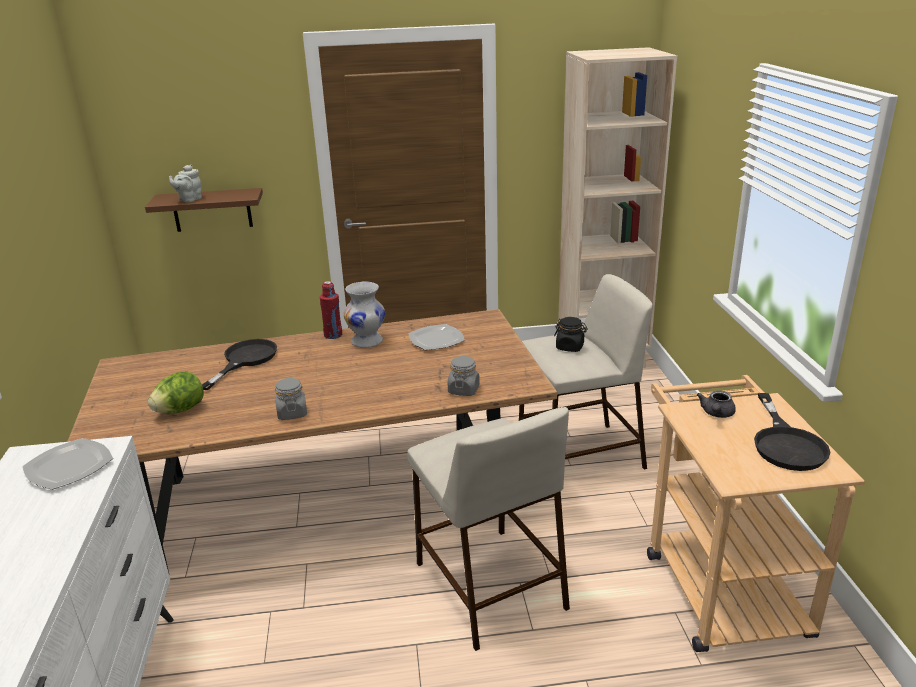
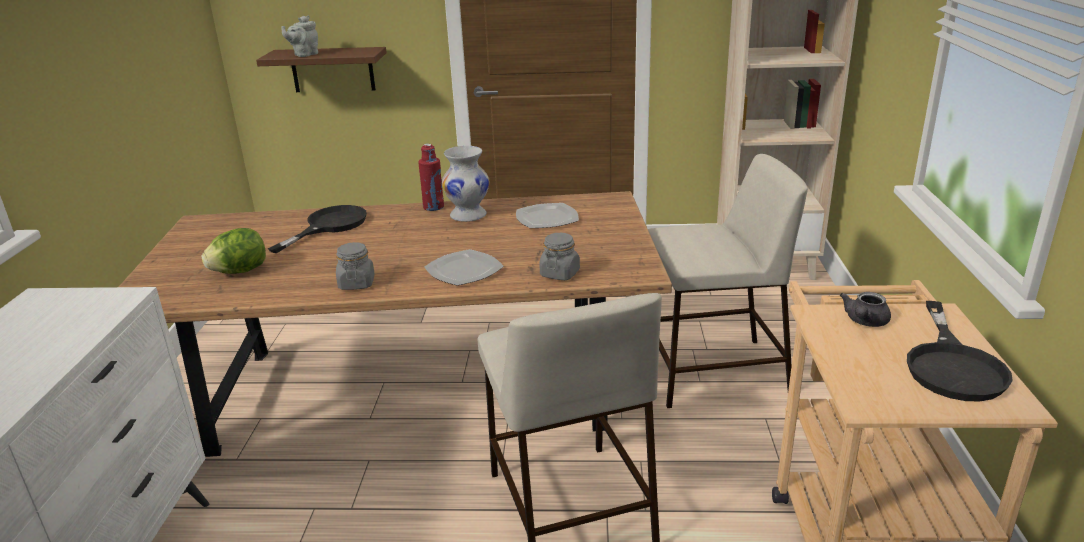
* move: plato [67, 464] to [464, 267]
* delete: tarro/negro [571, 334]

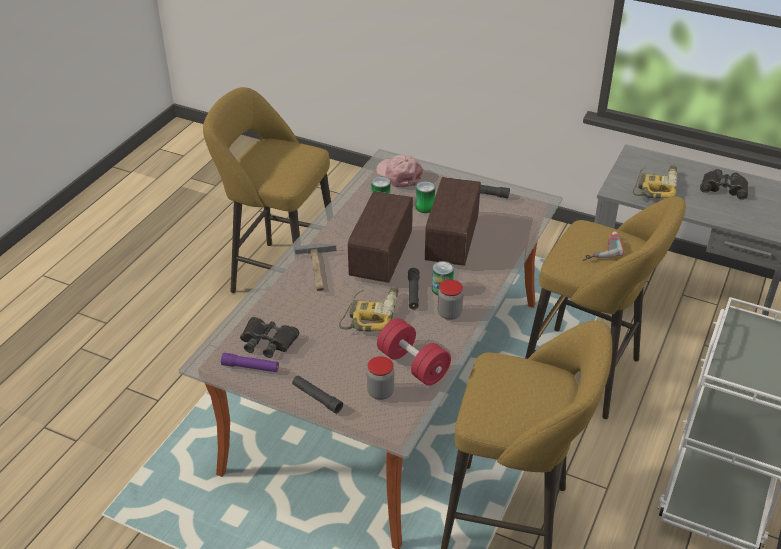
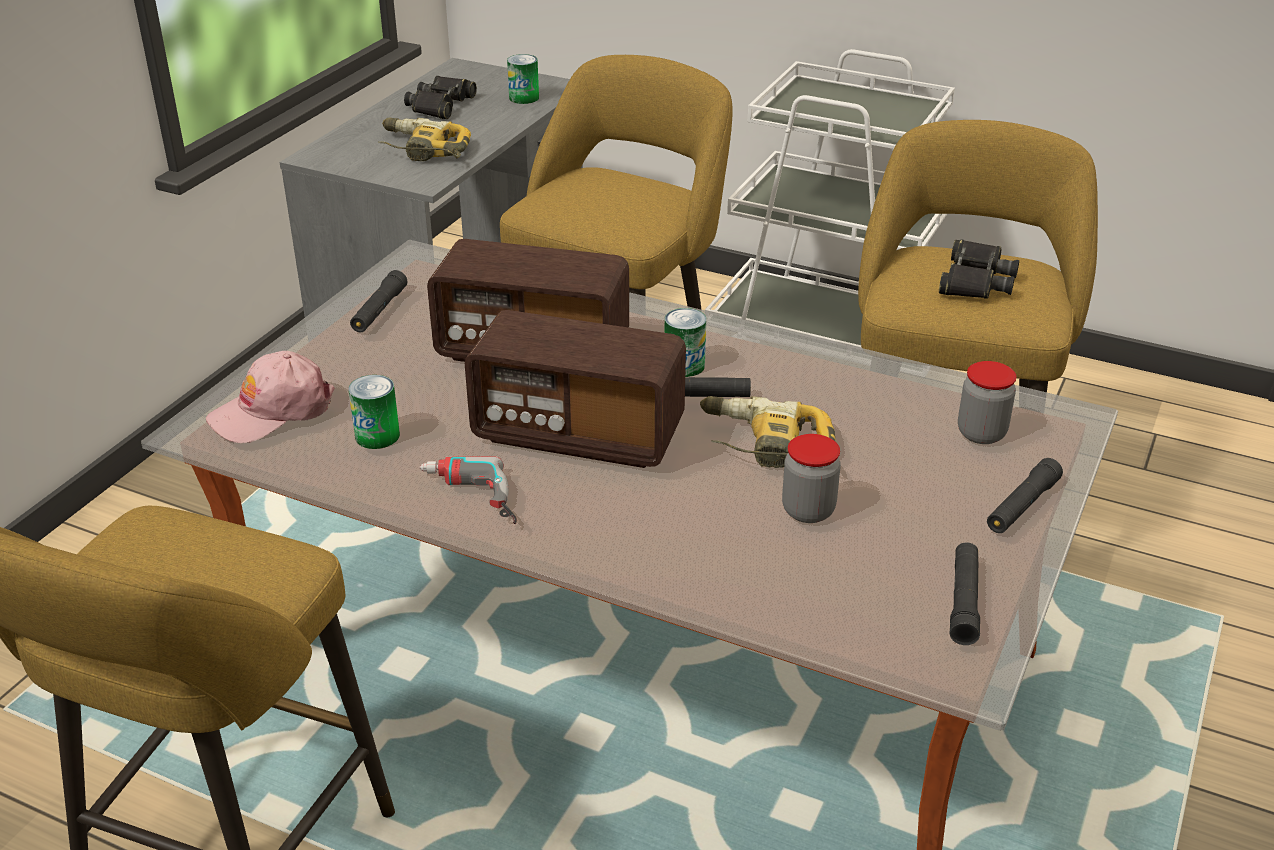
* recolor: linterna/morado [250, 362] to linterna/negro [965, 593]
* move: prismáticos/negro [269, 337] to [979, 269]
* delete: martillo [315, 267]
* delete: mancuerna/rojo [414, 352]
* move: lata [425, 197] to [523, 79]
* move: tarro [450, 300] to [811, 478]
* move: taladro [603, 245] to [468, 490]

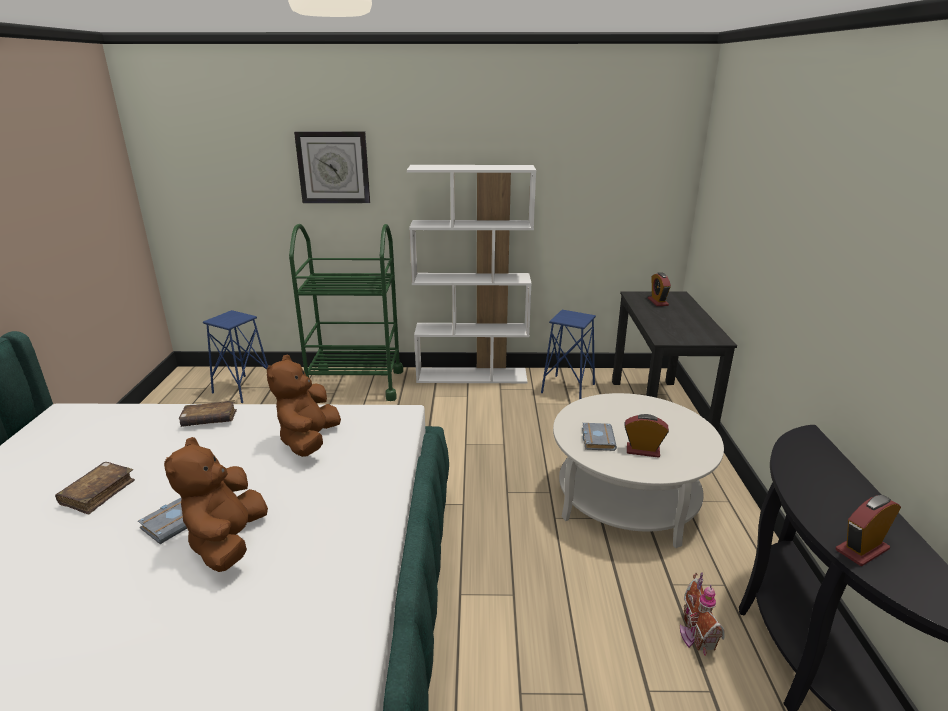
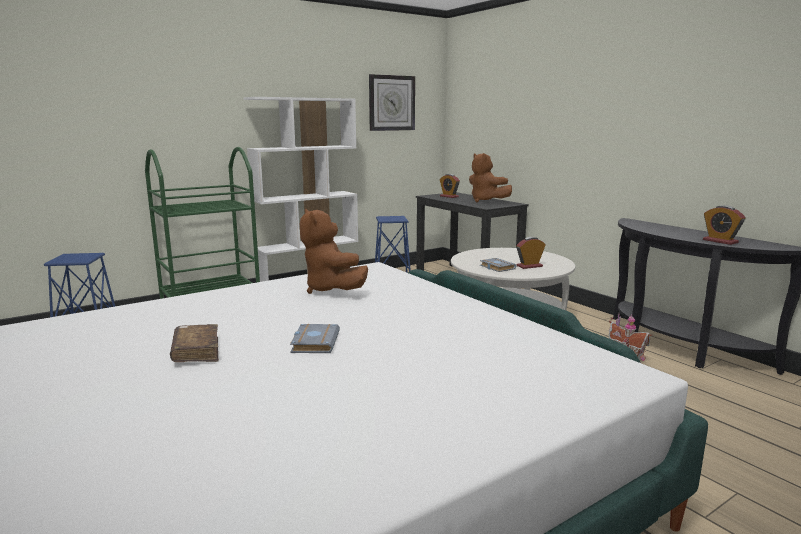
* move: peluche/marrón [216, 504] to [490, 178]
* delete: libro/marrón [208, 413]
* move: reloj de pared [332, 167] to [392, 102]
* rotate: despertador [868, 530] = [724, 225] 60 degrees counterclockwise

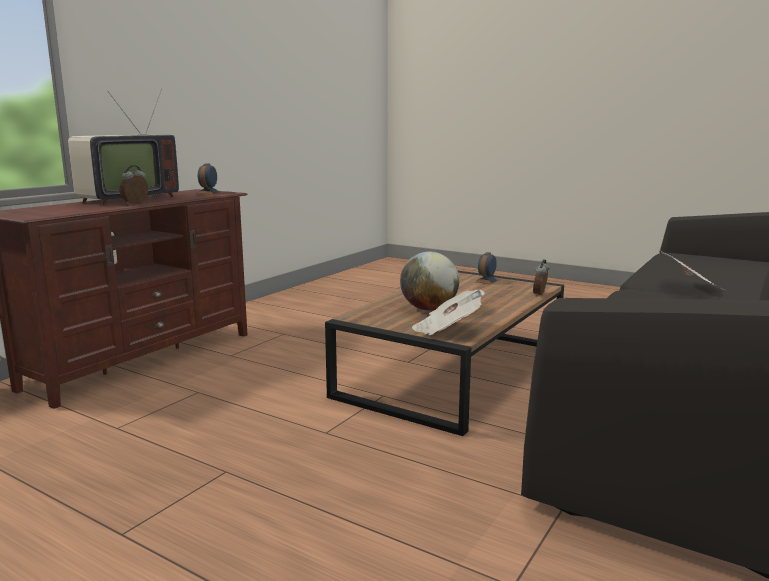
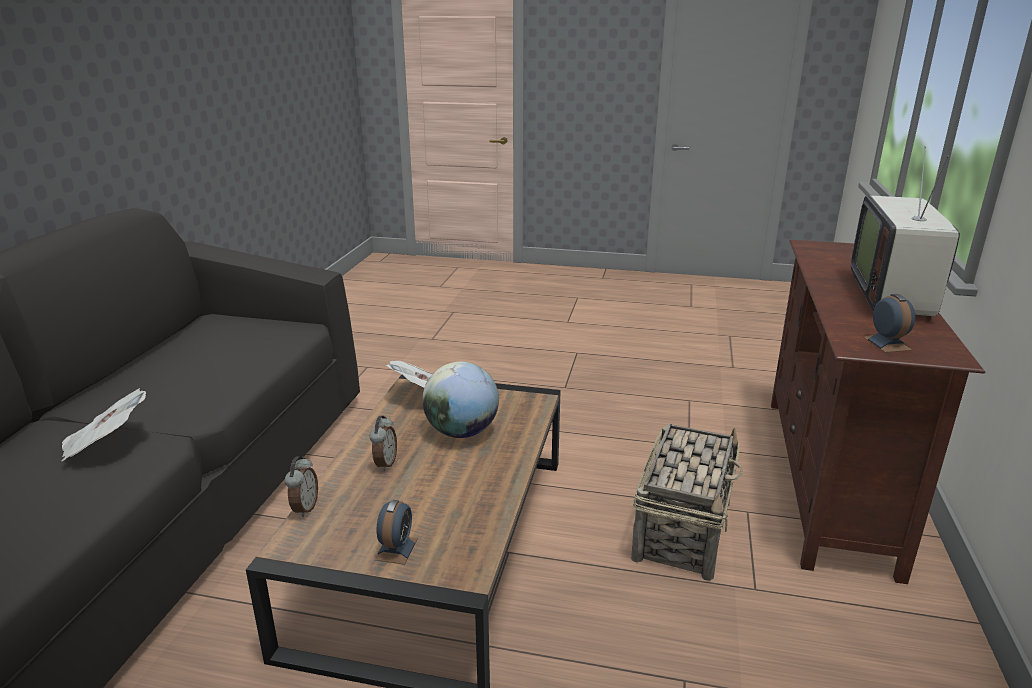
* move: despertador [133, 185] to [383, 443]
* insert: cesta [687, 502]

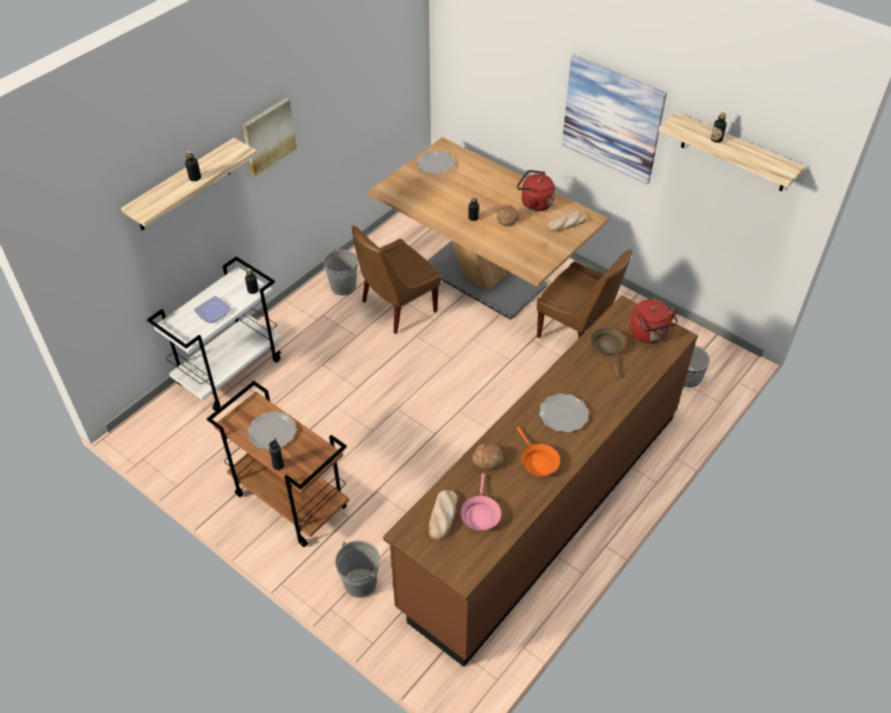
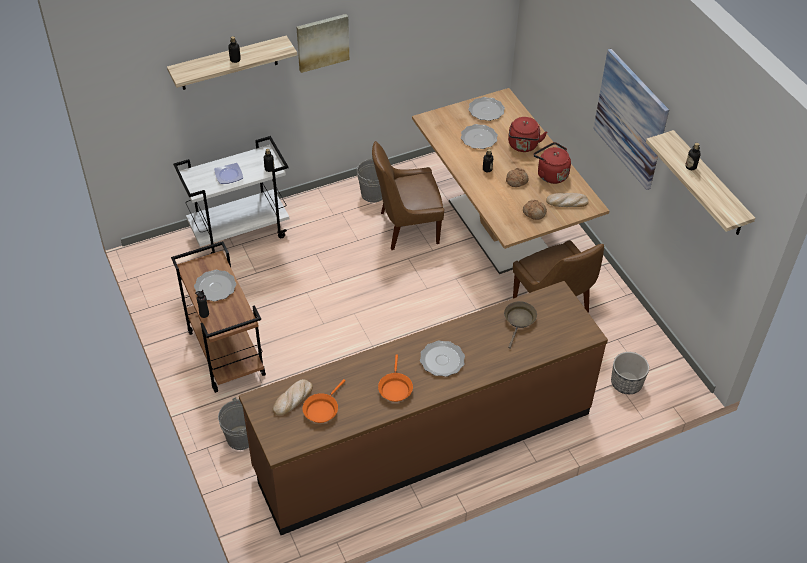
* recolor: sartén/rosa [481, 502] to sartén/naranja [324, 401]
* move: pan [487, 457] to [535, 210]
* move: hervidor/rojo [654, 321] to [527, 134]
* insert: plato [479, 136]

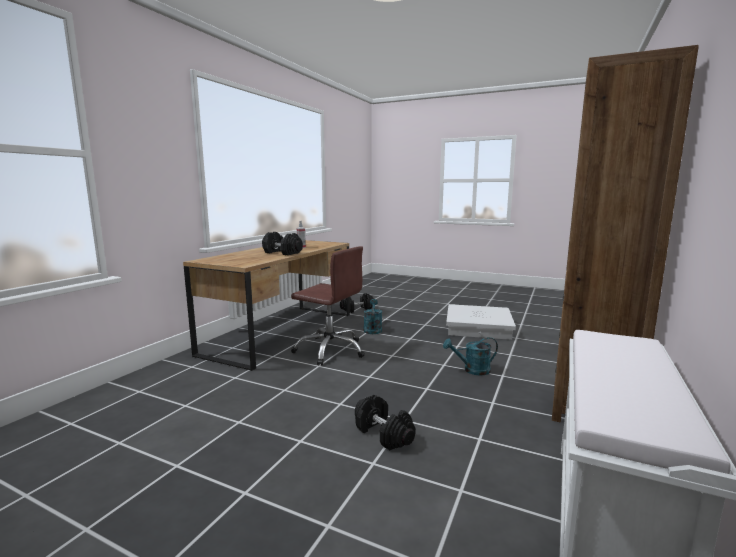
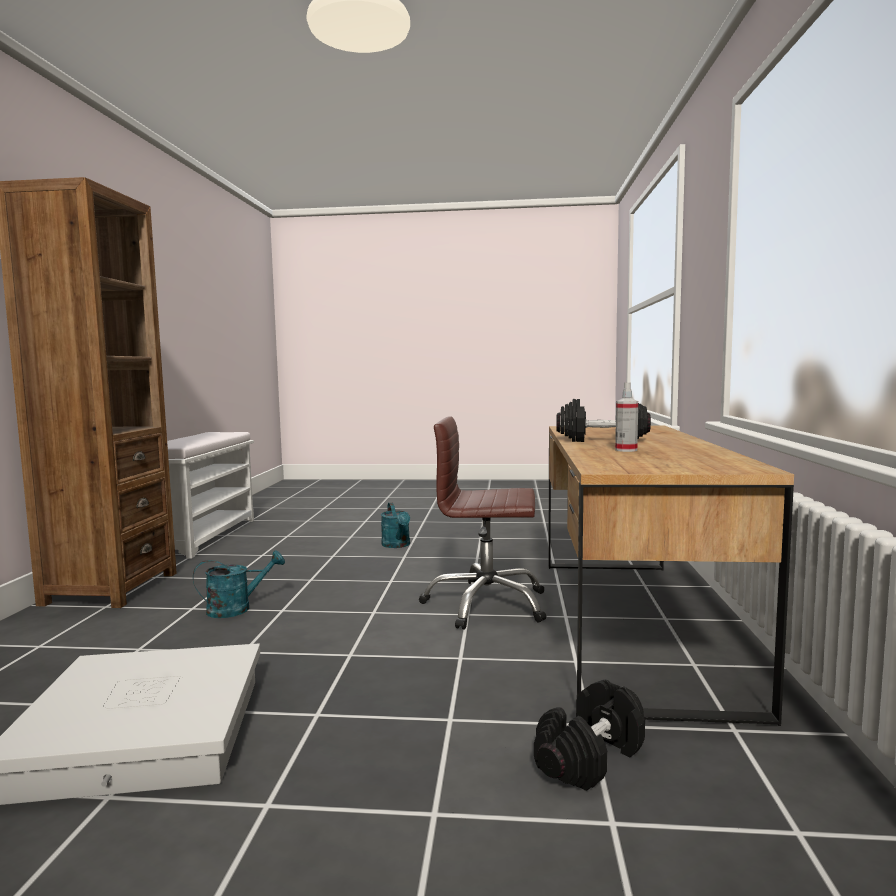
* delete: mancuerna/negro [385, 422]
* move: regadera/turquesa [372, 316] to [395, 525]

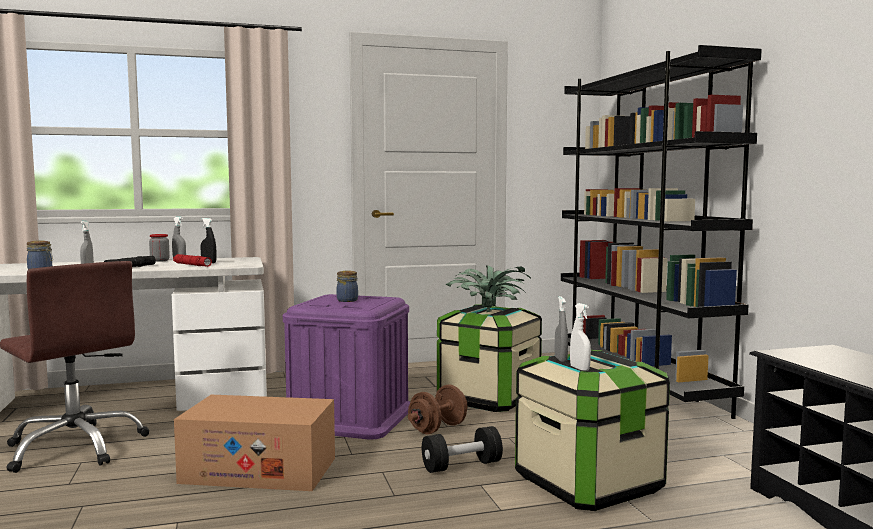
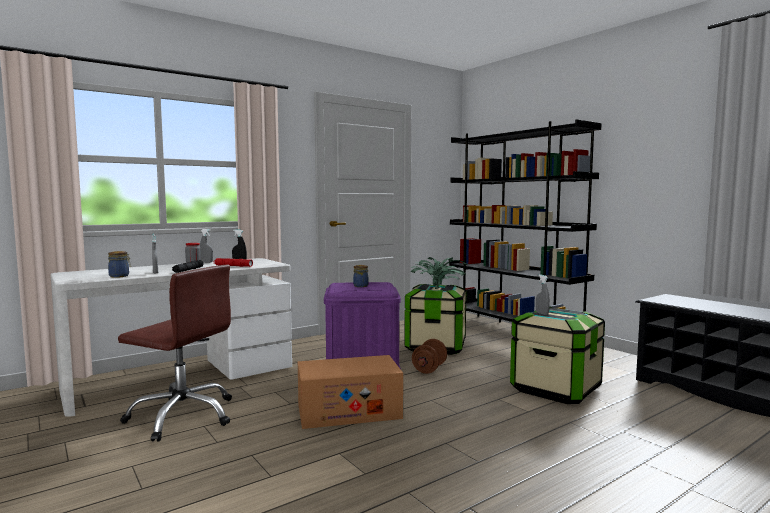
* delete: mancuerna/negro [462, 449]
* delete: pulverizador/blanco [580, 337]

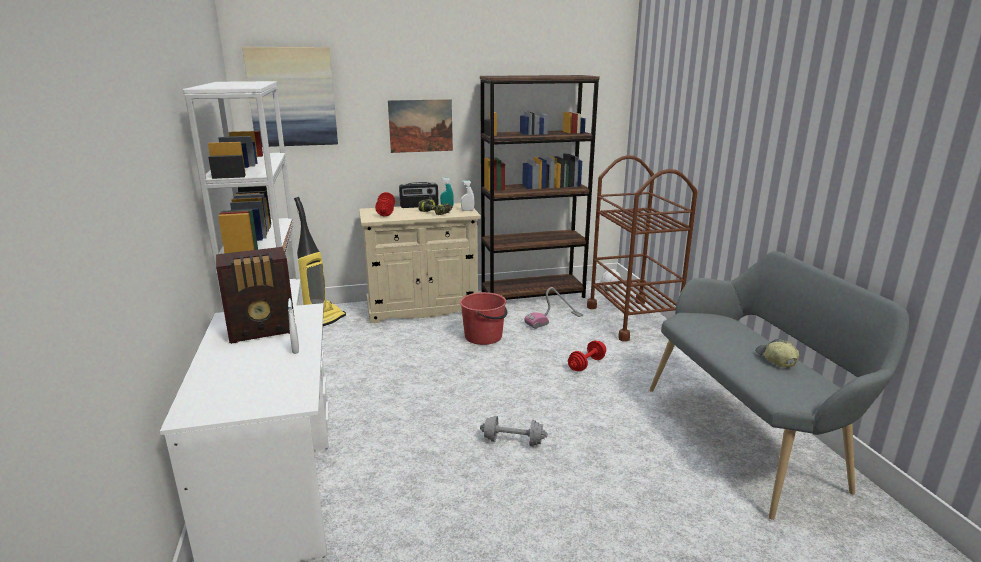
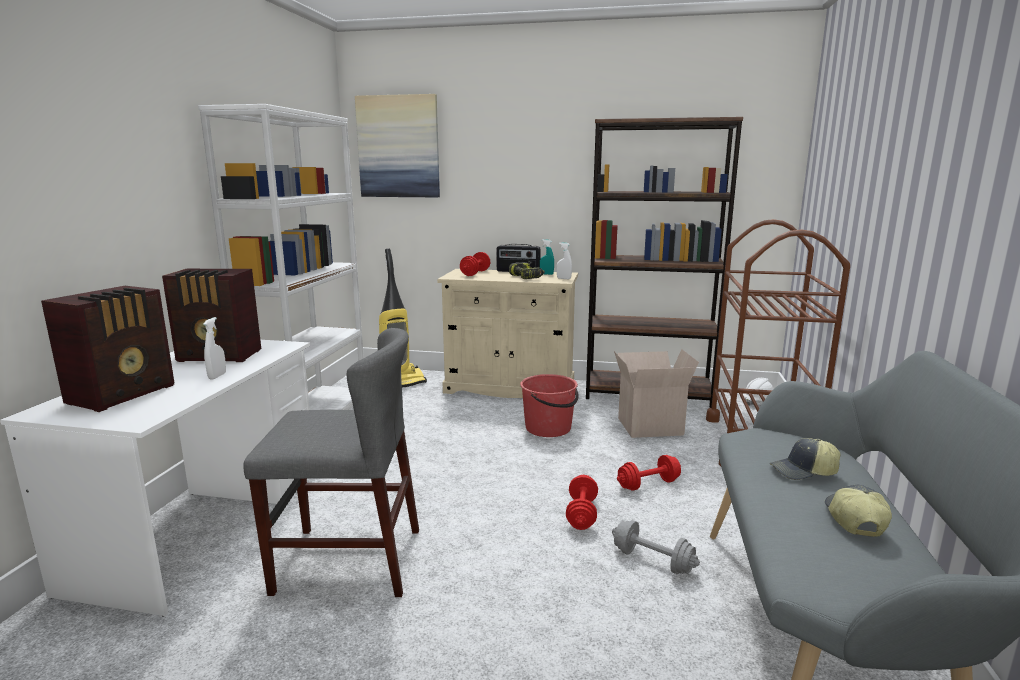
* delete: cuadro [420, 126]
* move: mancuerna/gris [514, 431] to [656, 547]
* replace: aspiradora [553, 308] to caja de cartón [656, 393]
* insert: radio [108, 349]
* insert: silla/gris [331, 462]
* insert: mancuerna/rojo [582, 502]
* insert: gorra [804, 459]

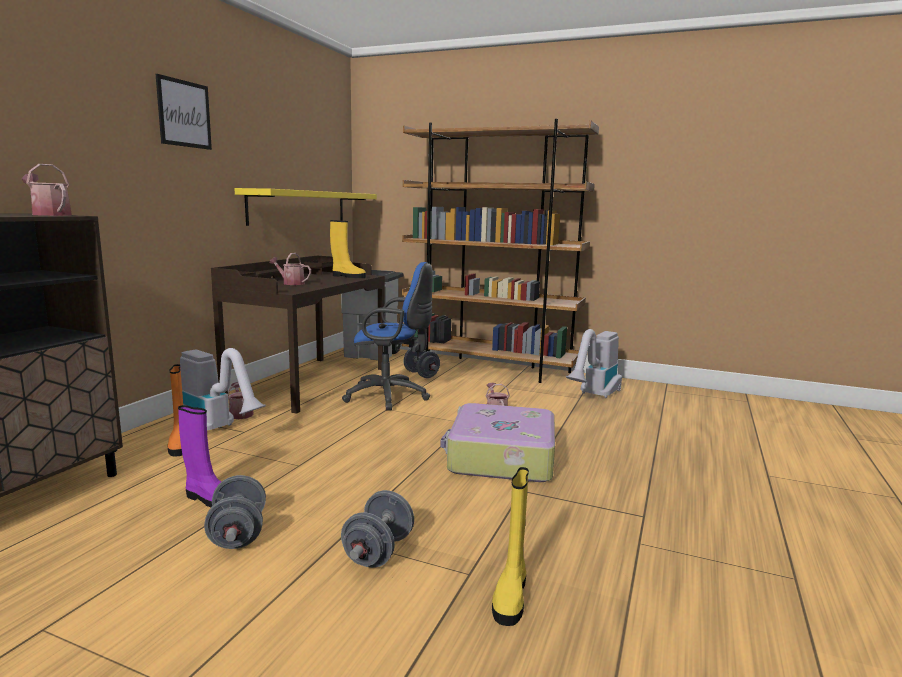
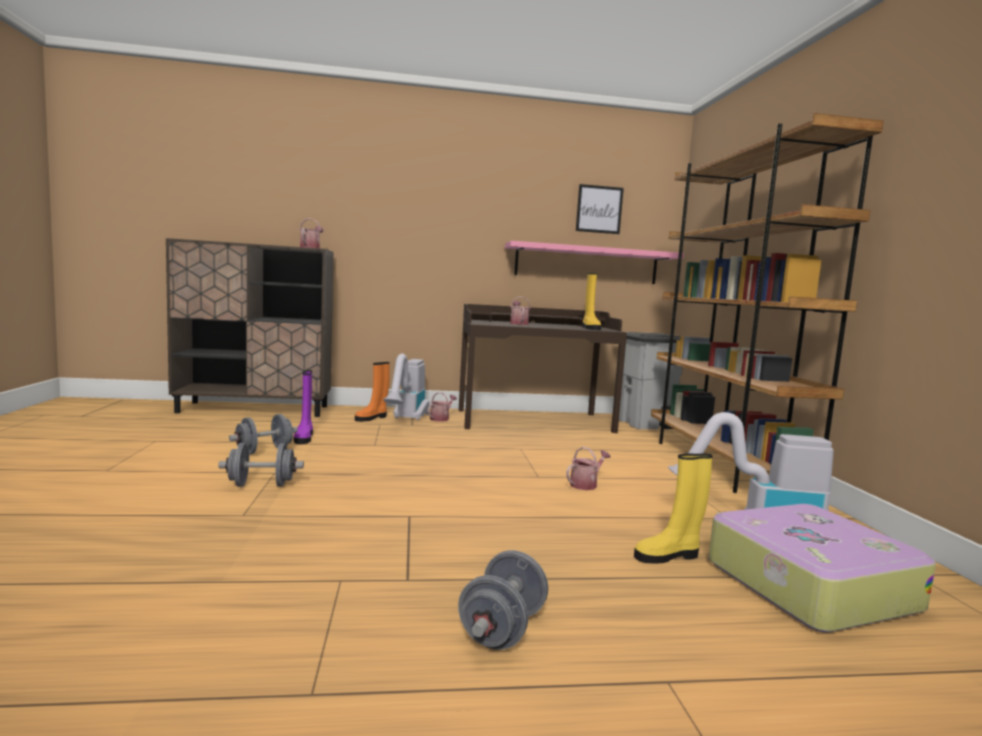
* move: cuadro [184, 112] to [600, 209]
* recolor: estante/amarillo [305, 207] to estante/rosa [594, 262]
* delete: silla de oficina/azul [387, 336]
* move: mancuerna/gris [422, 363] to [503, 600]
* move: maleta [497, 442] to [822, 568]
* move: bota/amarillo [510, 546] to [673, 509]

